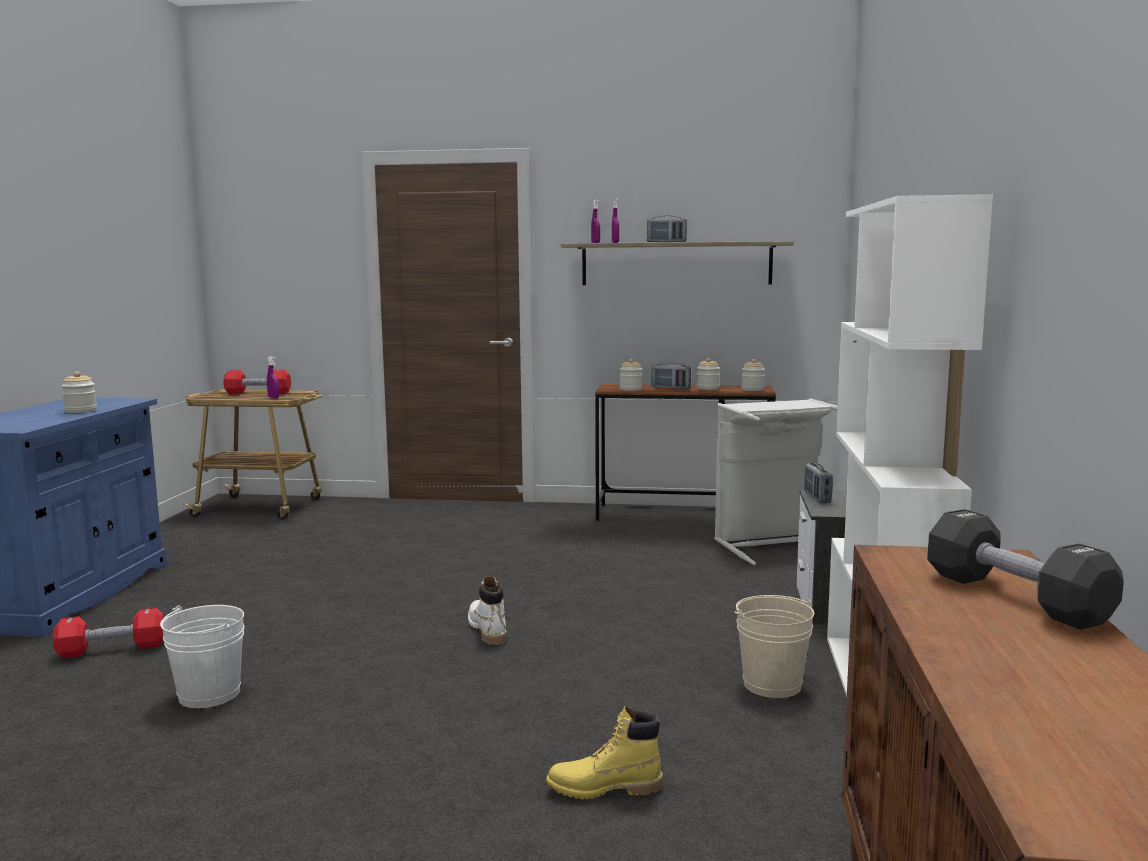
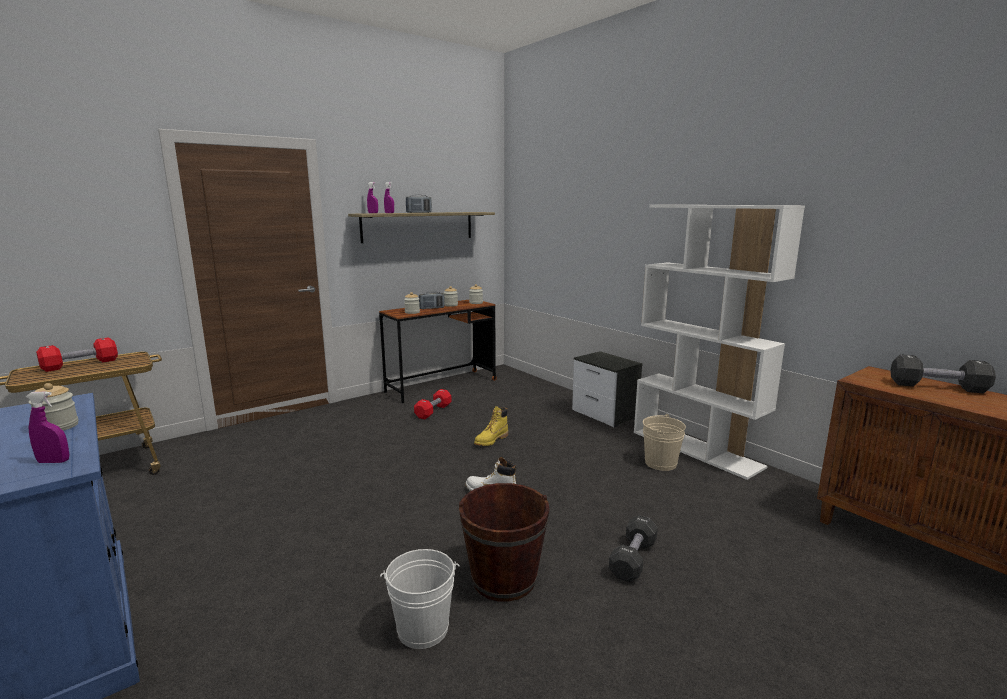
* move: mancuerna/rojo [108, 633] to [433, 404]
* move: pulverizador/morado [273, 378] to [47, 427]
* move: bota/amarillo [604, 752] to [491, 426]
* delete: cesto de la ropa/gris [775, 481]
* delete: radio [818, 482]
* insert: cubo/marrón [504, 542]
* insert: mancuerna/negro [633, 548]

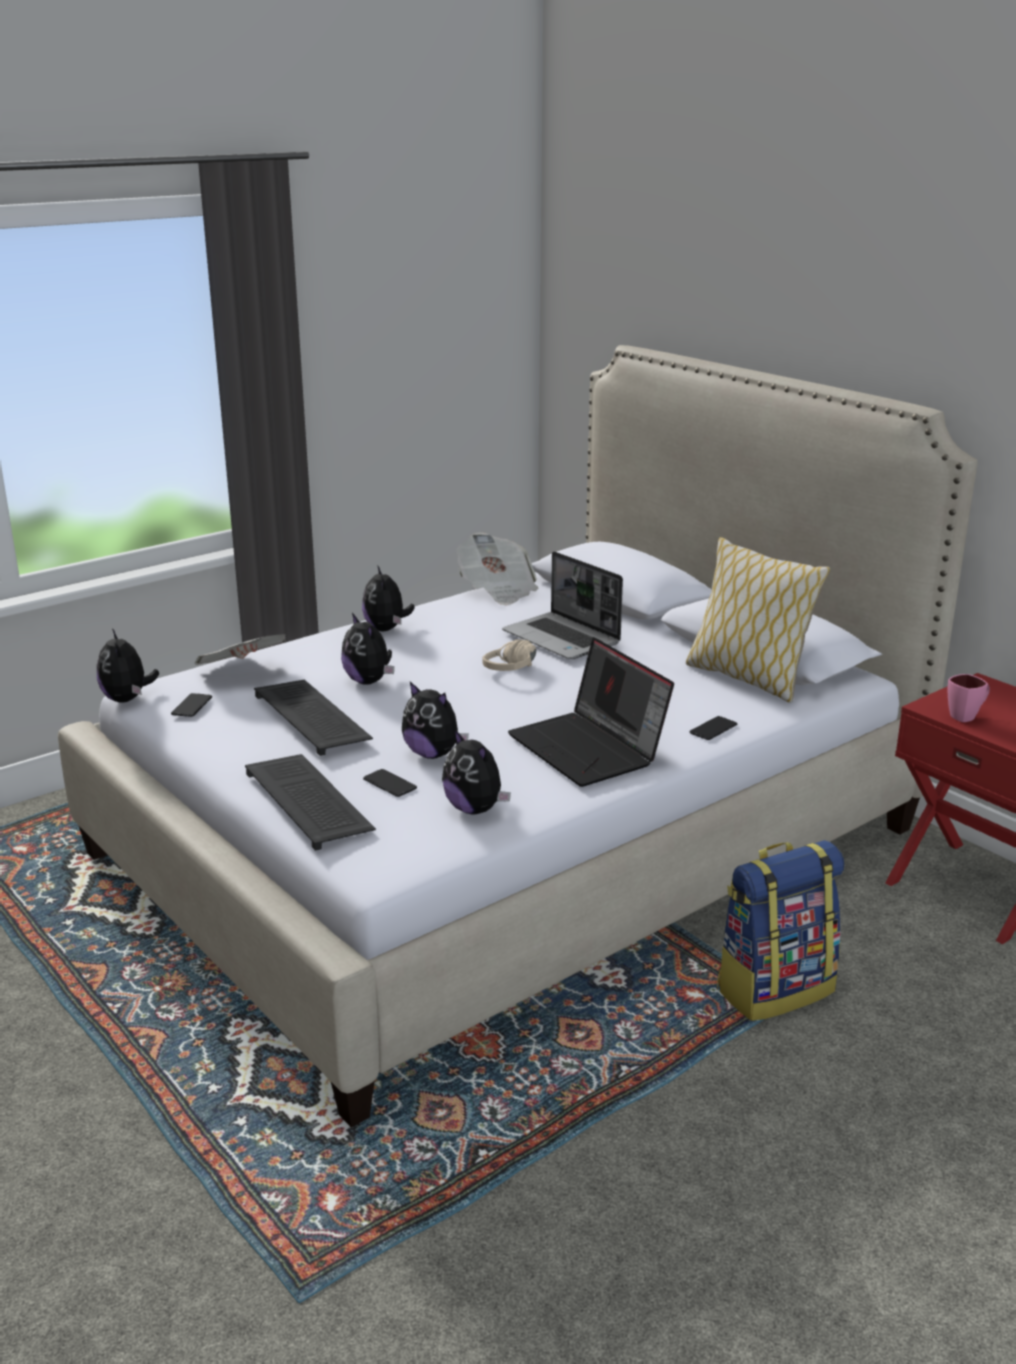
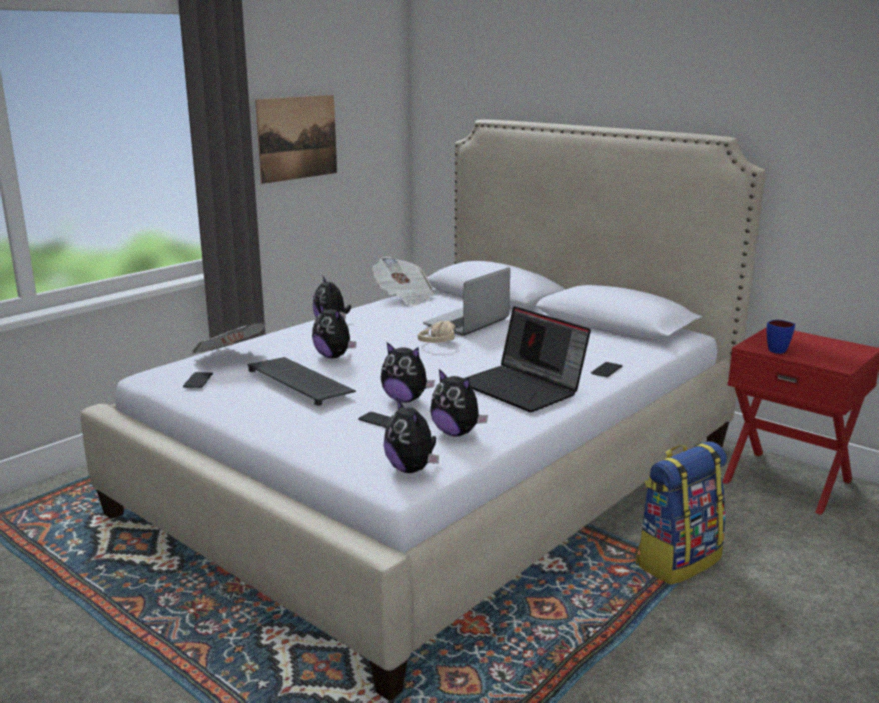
* move: peluche [128, 665] to [411, 435]
* delete: teclado [310, 802]
* rotate: portátil [562, 605] = [466, 301] 90 degrees clockwise
* delete: cojín [758, 620]
* recolor: taza grande/rosa [969, 698] to taza grande/azul [781, 337]
* insert: cuadro [296, 139]

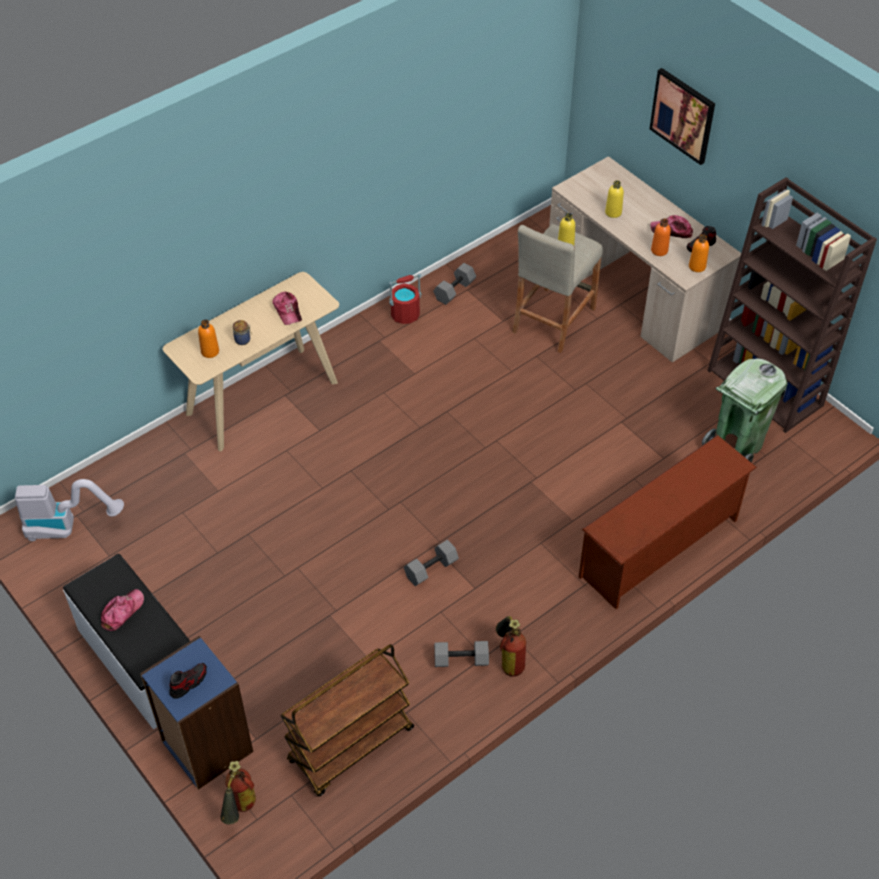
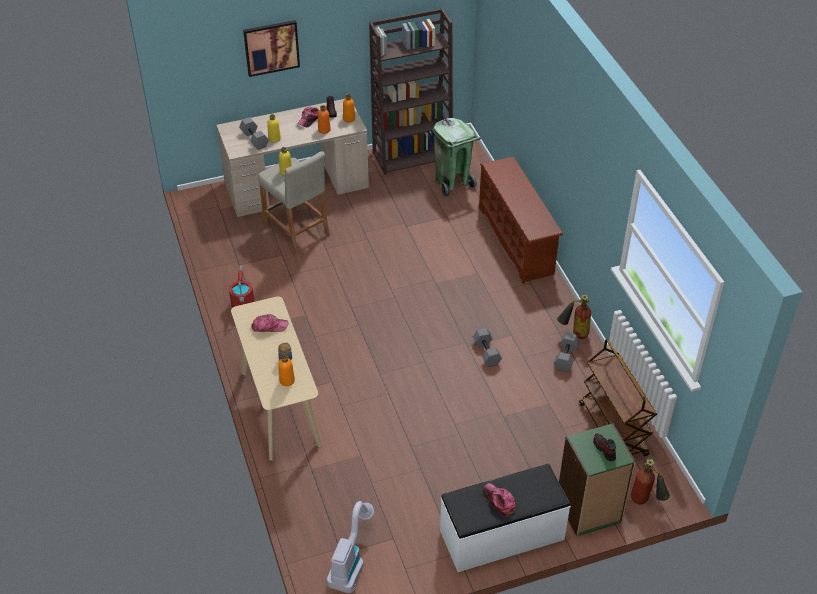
* recolor: estantería/azul [196, 713] to estantería/verde [597, 479]
* move: mancuerna/gris [454, 284] to [254, 133]

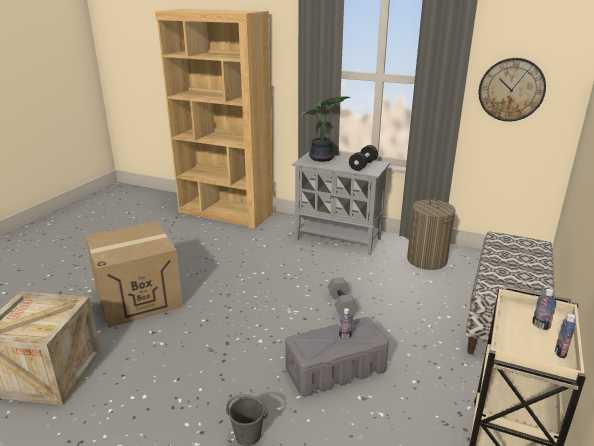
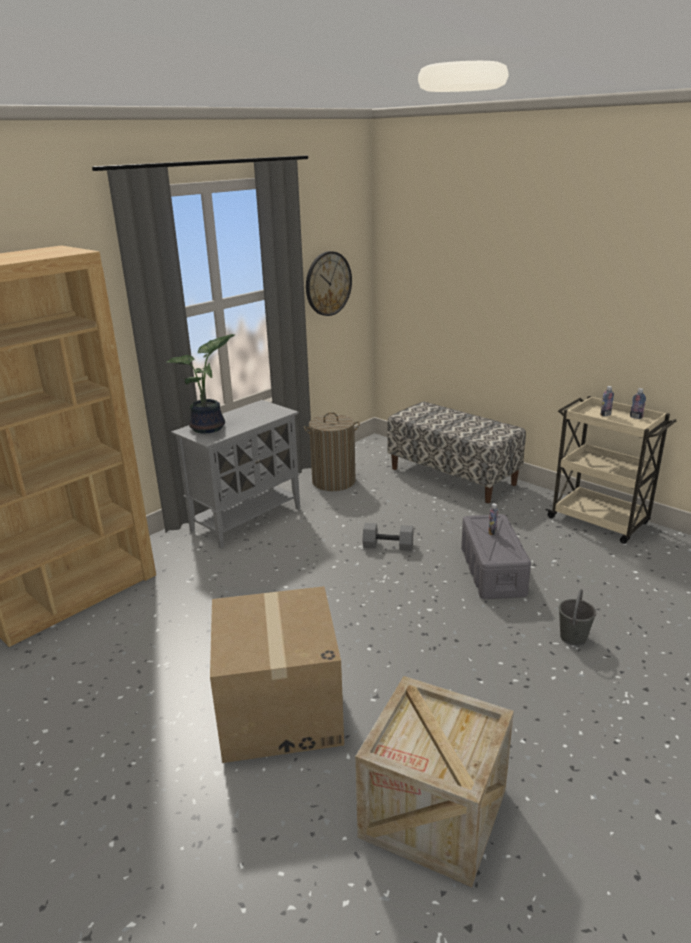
* delete: mancuerna/negro [363, 158]

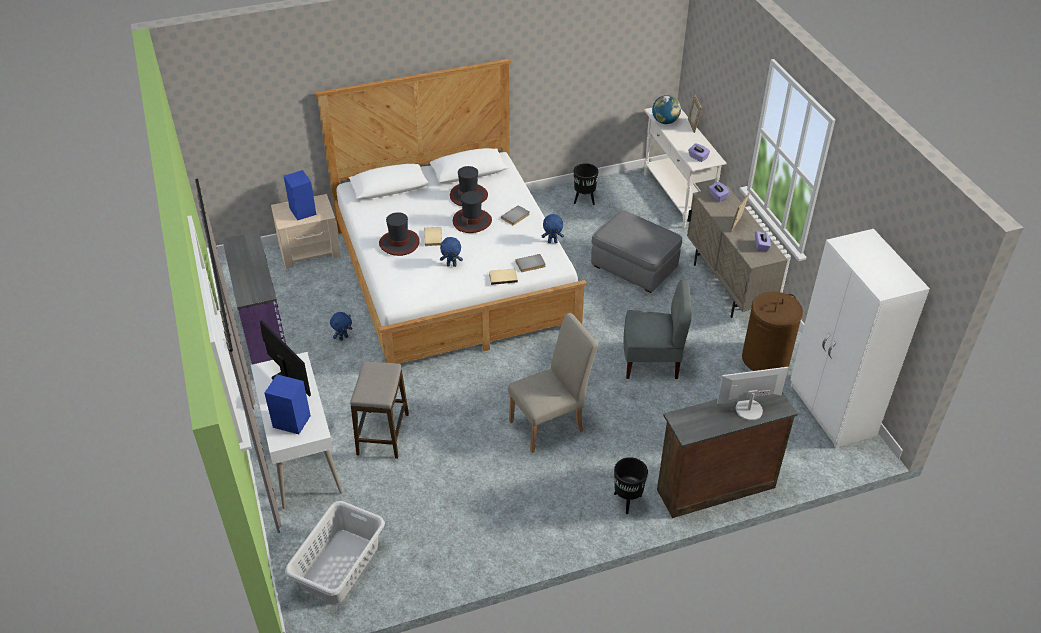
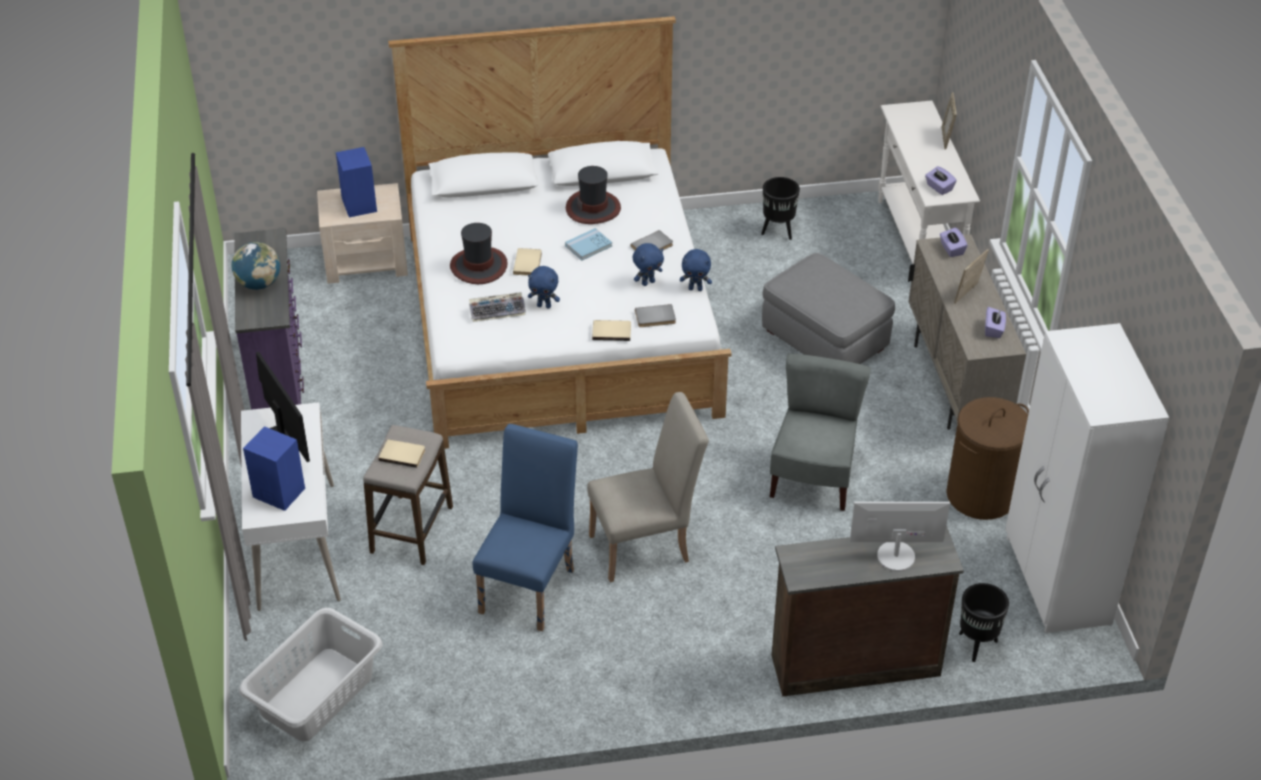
* move: peluche/azul [341, 326] to [648, 264]
* replace: sombrero [472, 212] to libro/azul [588, 244]
* move: maceta/negro [631, 485] to [984, 622]
* rotate: silla/gris [657, 329] = [820, 432] 90 degrees counterclockwise
* move: globo terráqueo [666, 109] to [256, 266]
* insert: libro/beis [401, 453]
* insert: teclado [497, 307]
* insert: silla/azul [525, 527]

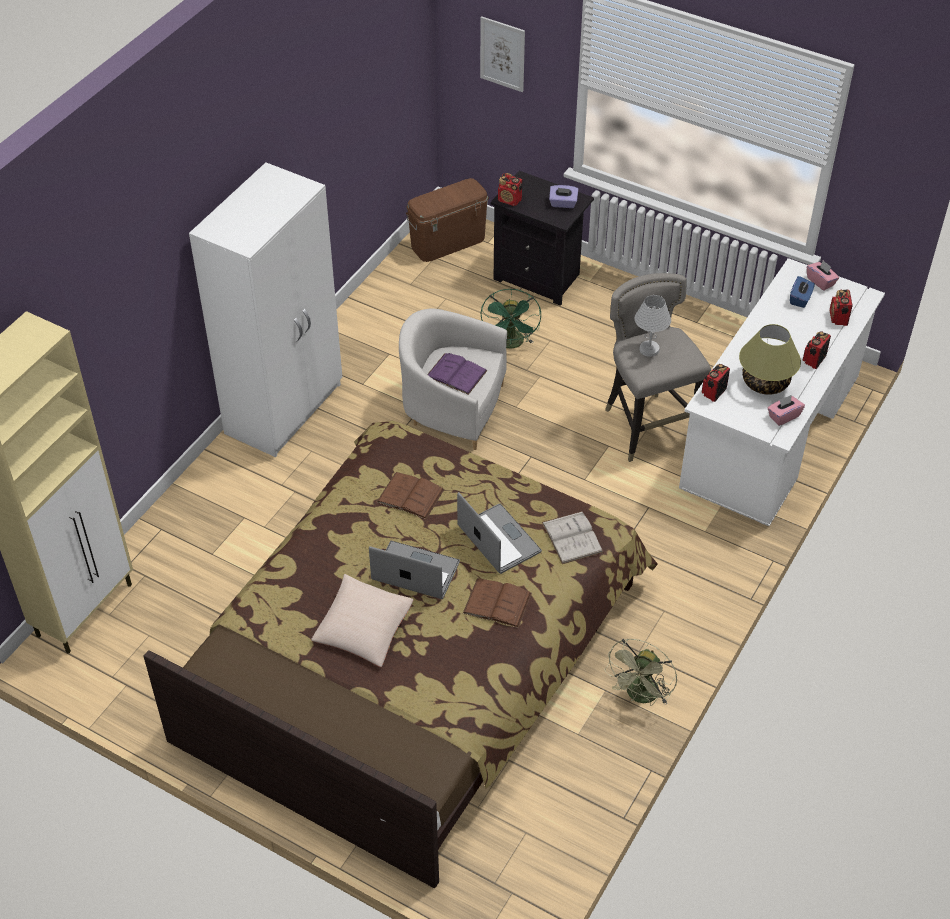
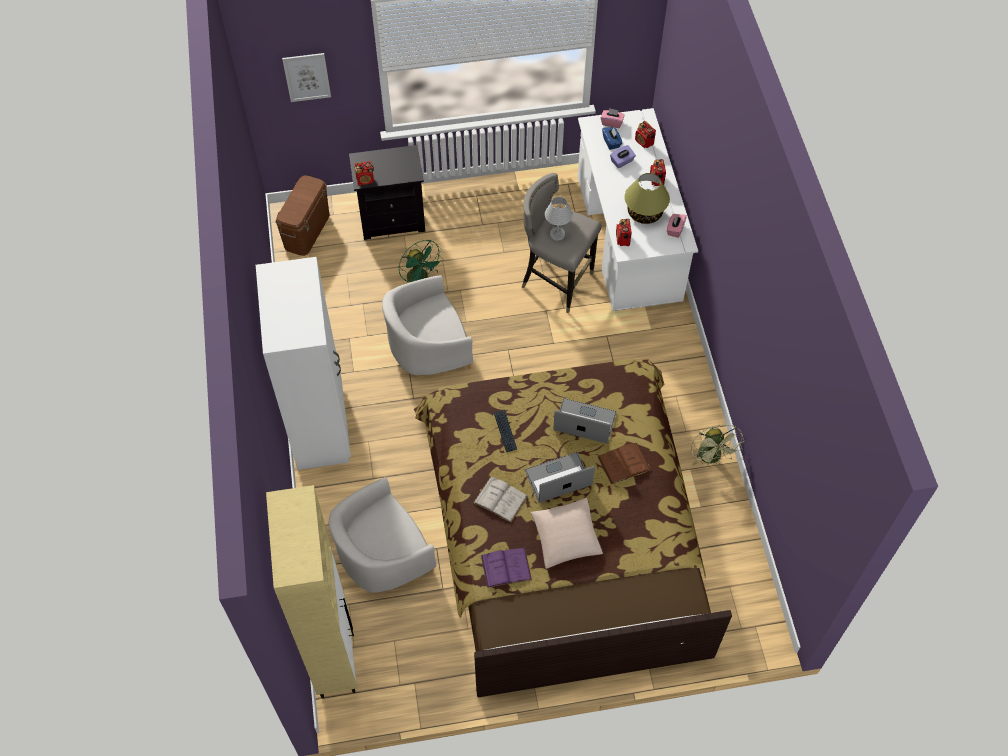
* replace: libro/marrón [411, 495] to teclado [505, 431]
* move: libro/morado [457, 374] to [506, 568]
* move: libro/blanco [572, 537] to [500, 499]
* move: caja de pañuelos/morado [563, 196] to [623, 156]
* insert: sillón/blanco [382, 535]

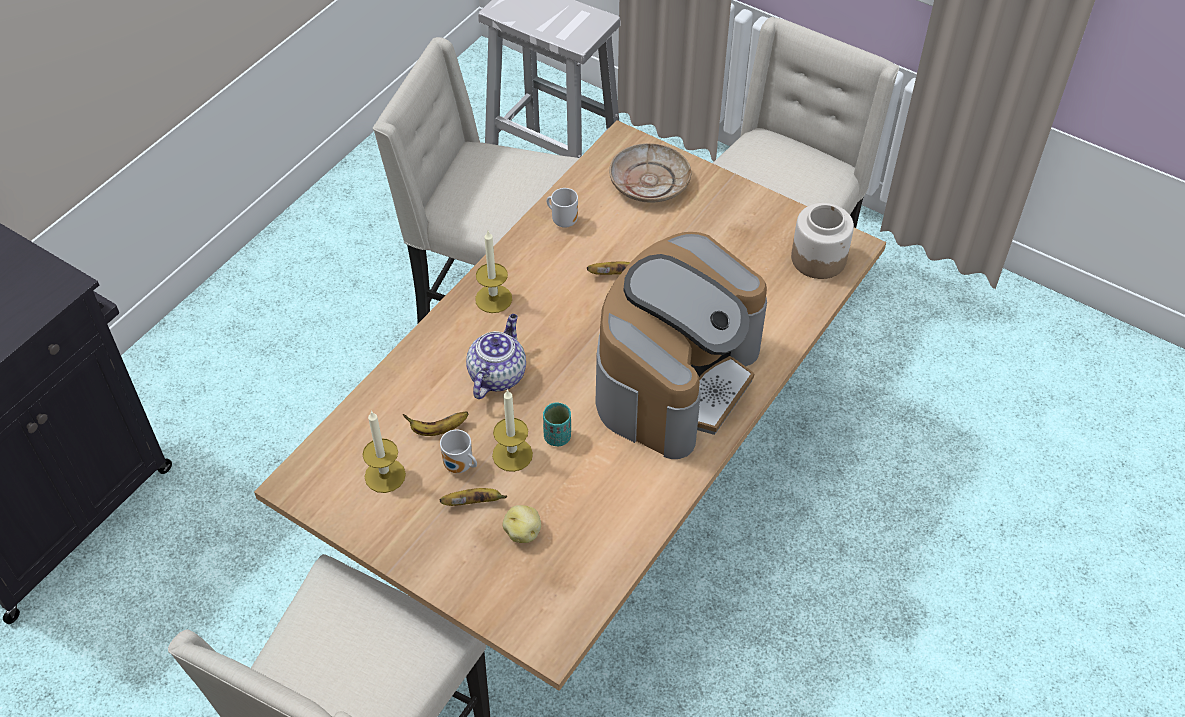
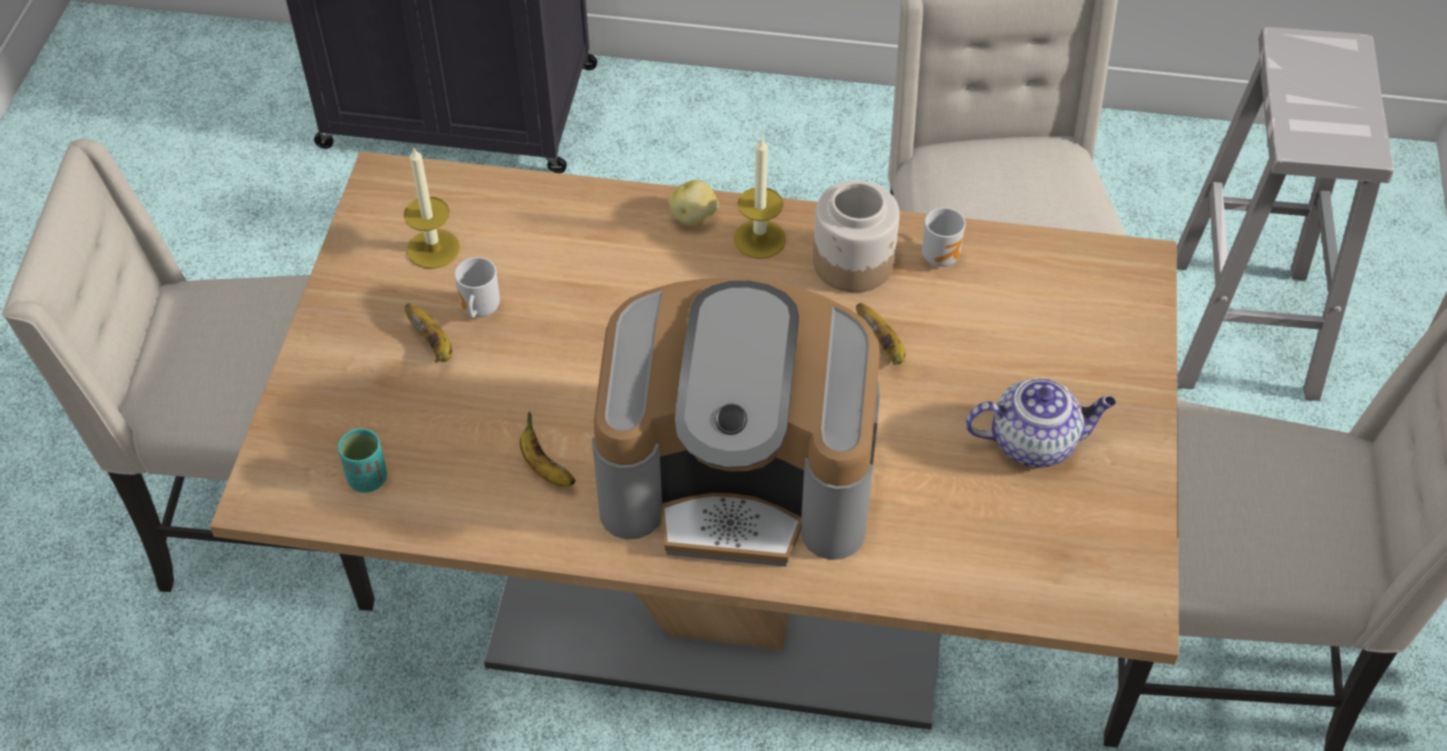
* move: plátano [436, 423] to [548, 448]
* move: tetera [496, 356] to [1040, 423]
* delete: vela [512, 430]
* move: patata [522, 524] to [694, 203]
* move: taza/turquesa [557, 424] to [362, 460]
* delete: plato/beis [650, 173]
* move: tarro [822, 241] to [856, 236]

